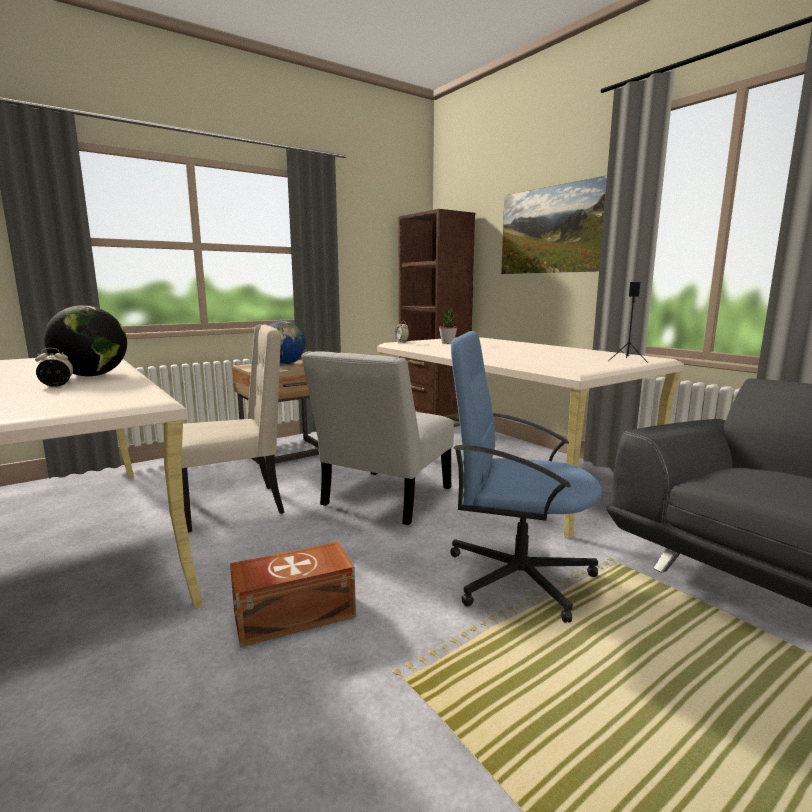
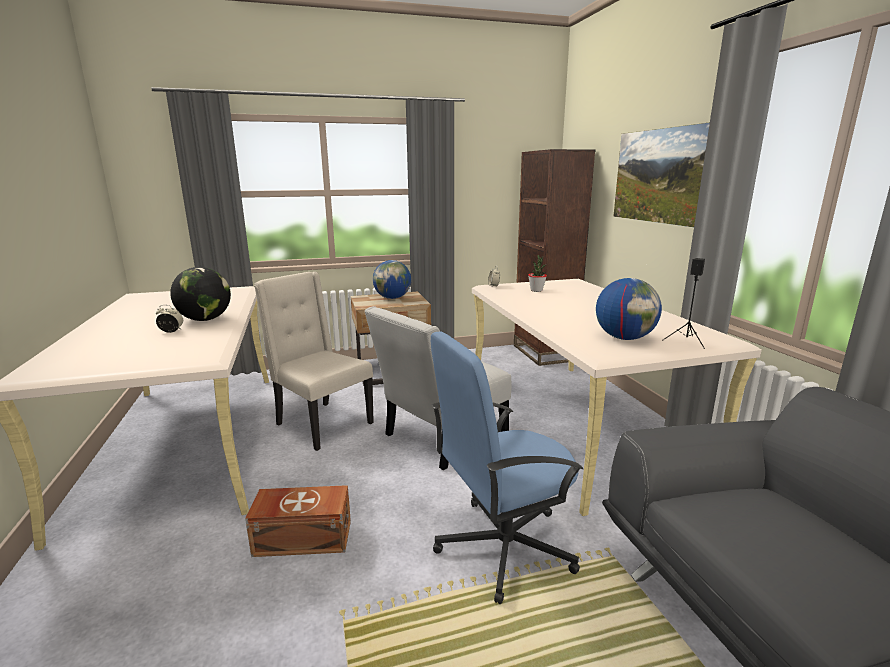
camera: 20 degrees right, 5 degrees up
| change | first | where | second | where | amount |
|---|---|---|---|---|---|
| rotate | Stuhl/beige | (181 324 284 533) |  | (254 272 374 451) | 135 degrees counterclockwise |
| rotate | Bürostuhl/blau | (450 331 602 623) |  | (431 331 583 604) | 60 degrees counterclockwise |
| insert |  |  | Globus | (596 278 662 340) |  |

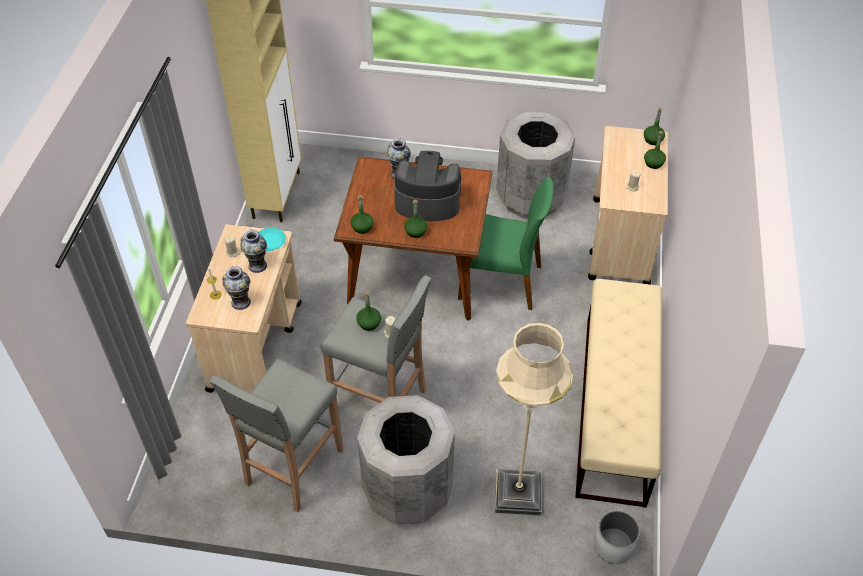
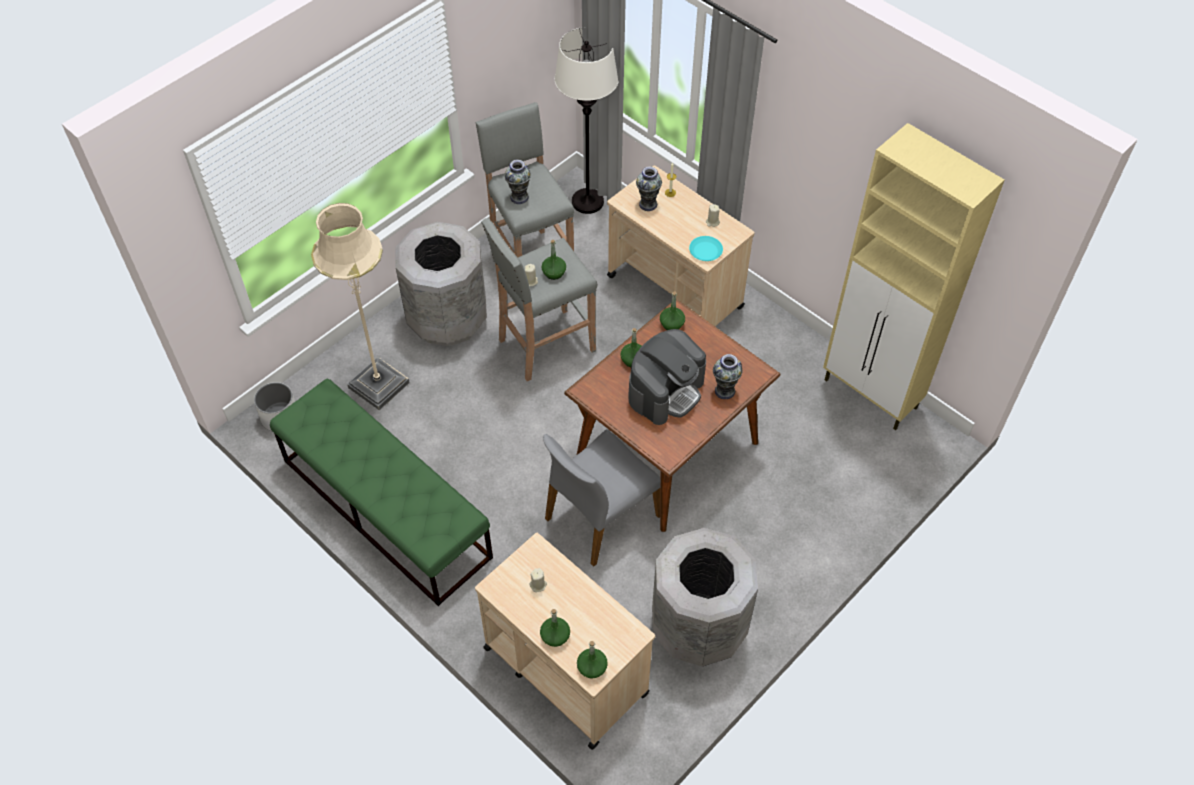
camera: 125 degrees right, 5 degrees up
| change | first | where | second | where | amount |
|---|---|---|---|---|---|
| recolor | Bank/beige | (575 279 662 508) | Bank/grün | (270 379 493 606) |  |
| move | Vase | (240 230 267 273) |  | (505 160 531 204) |  |
| recolor | Stuhl/grün | (458 177 554 310) | Stuhl/grau | (543 429 661 567) |  |
| insert |  |  | Stehlampe/weiß | (555 27 619 214) |  |

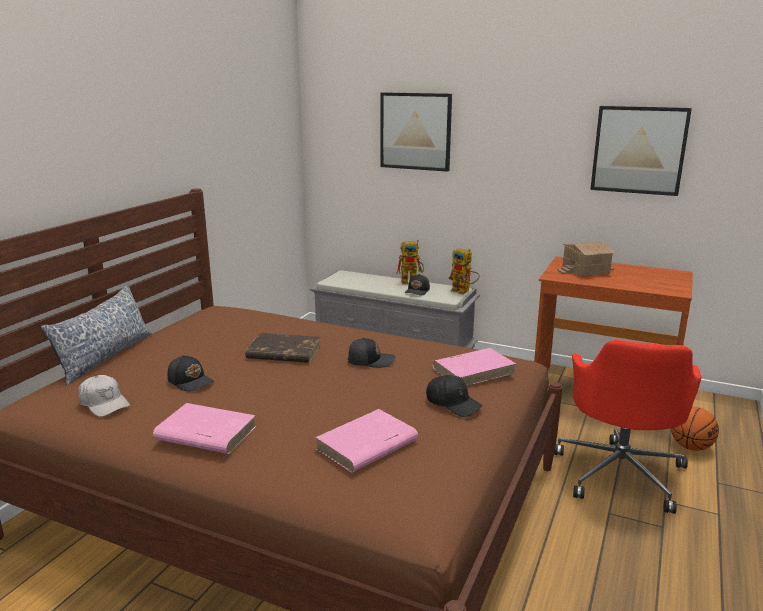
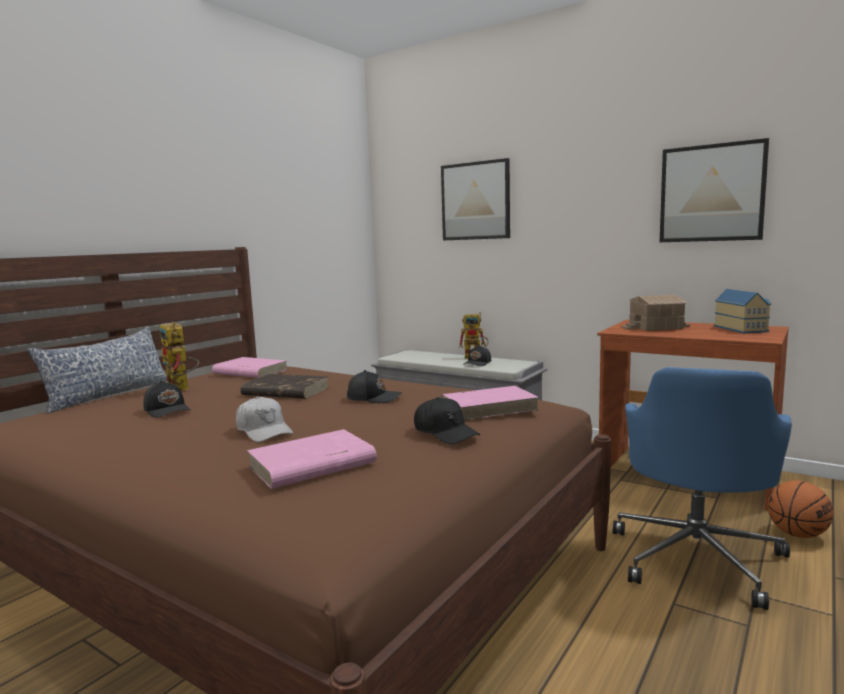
camera: 10 degrees right, 10 degrees down
| change | first | where | second | where | amount |
|---|---|---|---|---|---|
| move | Spielzeugroboter | (448 248 480 294) |  | (160 322 199 391) |  |
| move | Buch/rosa | (153 403 257 454) |  | (212 357 287 378) |  |
| move | Kappe/weiß | (78 375 130 417) |  | (236 396 293 442) |  |
| recolor | Bürostuhl/rot | (554 340 701 514) | Bürostuhl/blau | (613 367 792 610) |  |
| insert |  |  | Spielzeughaus | (714 289 771 333) |  |

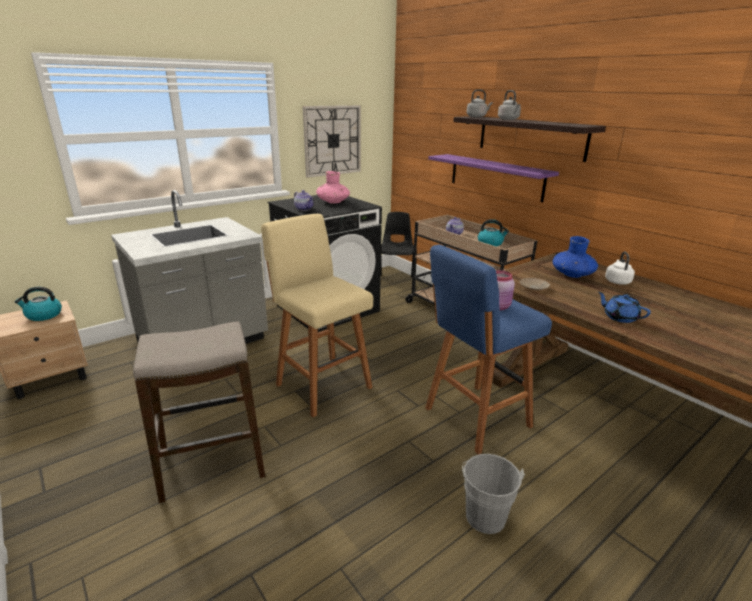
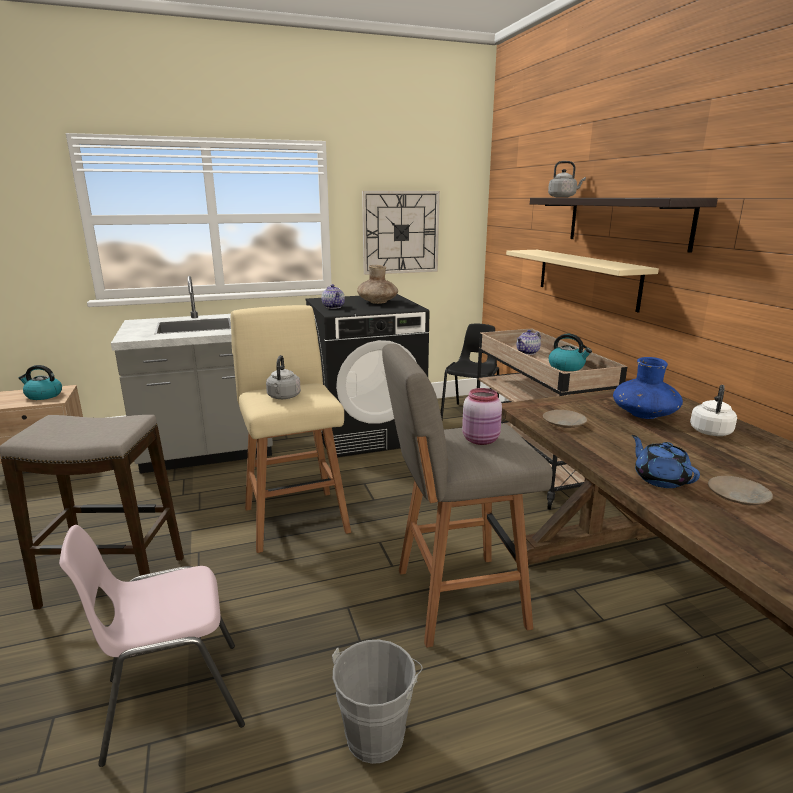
camera: 20 degrees right, 5 degrees down
| change | first | where | second | where | amount |
|---|---|---|---|---|---|
| insert |  |  | Stuhl/rosa | (59 525 245 767) |  |
| move | Wasserkessel/grau | (498 90 521 120) |  | (266 355 301 399) |  |
| recolor | Vase/rosa | (316 171 350 203) | Vase/braun | (357 265 398 304) |  |
| recolor | Hocker/blau | (425 245 552 455) | Hocker/grau | (382 344 553 648) |  |
| recolor | Wandregal/lila | (428 154 559 202) | Wandregal/beige | (506 250 659 313) |  |
| insert |  |  | Teller/beige | (708 476 773 505) |  |

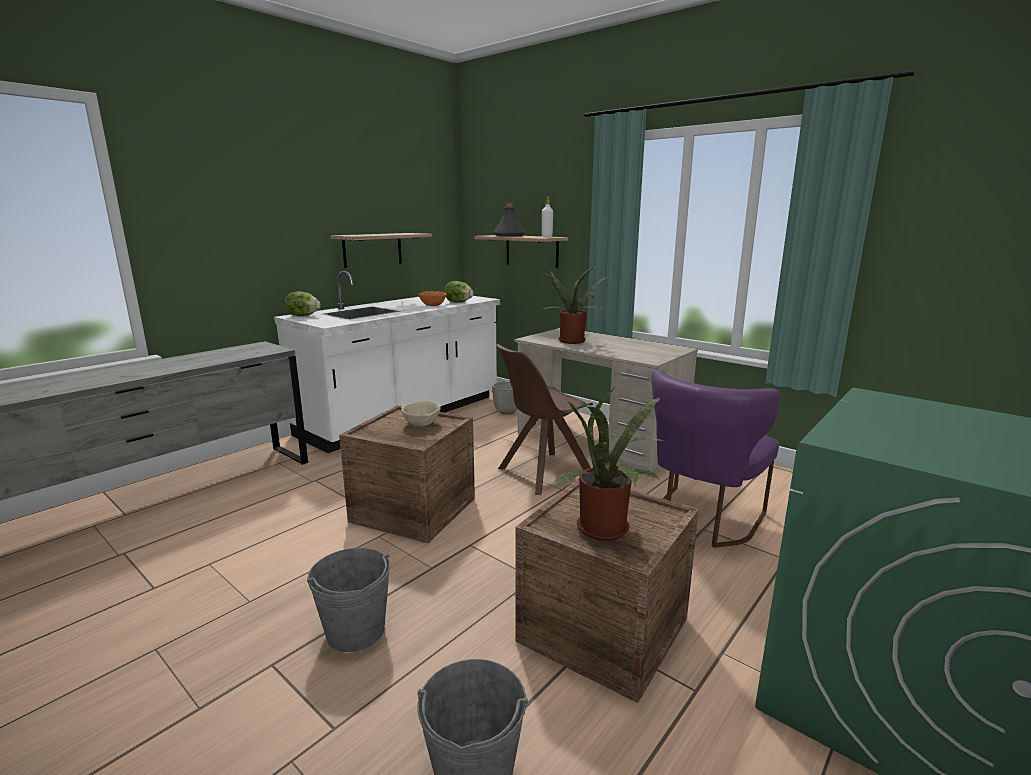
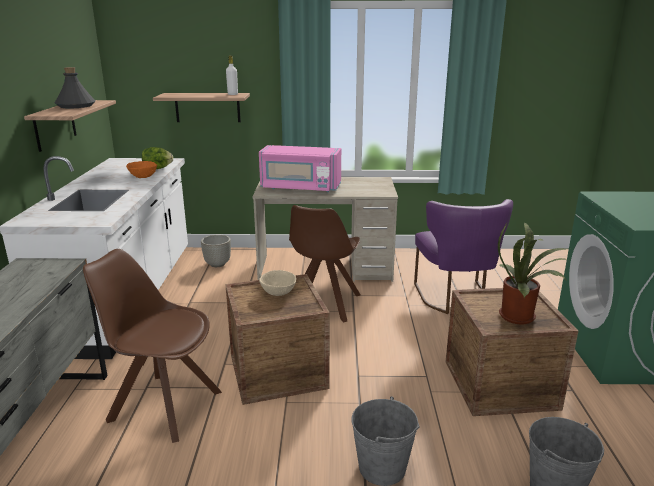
camera: 40 degrees left, 5 degrees up
| change | first | where | second | where | amount |
|---|---|---|---|---|---|
| move | Flasche/grau | (493 203 525 237) |  | (55 67 95 108) |  |
| insert |  |  | Stuhl/braun | (83 249 222 443) |  |
| replace | Topfpflanze | (542 266 607 344) | Mikrowelle/rosa | (259 145 341 192) |  |
| delete | Salatkopf | (285 291 321 316) |  |  |  |

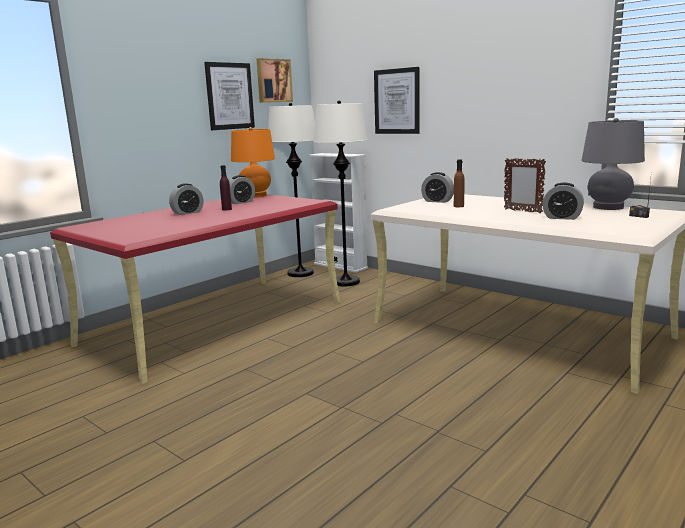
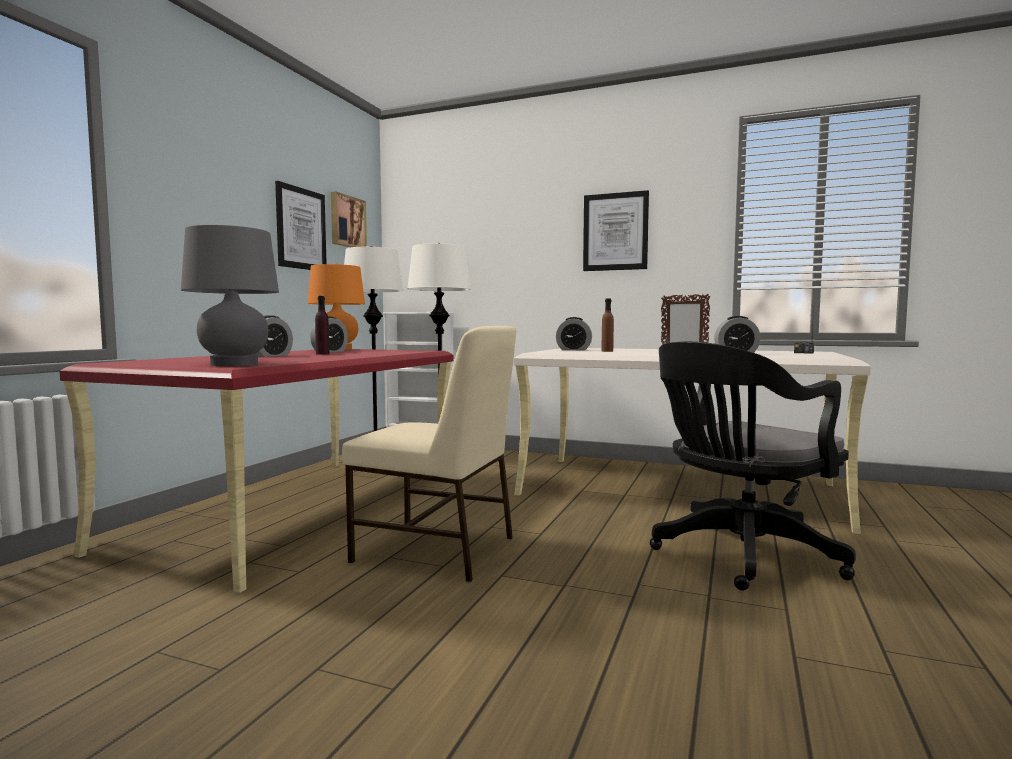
camera: 20 degrees left, 10 degrees down
| change | first | where | second | where | amount |
|---|---|---|---|---|---|
| move | Tischlampe/grau | (581 118 645 210) |  | (181 225 279 366) |  |
| insert |  |  | Stuhl/beige | (342 326 516 582) |  |
| move | Bild | (374 67 419 134) |  | (583 190 649 271) |  |
| insert |  |  | Bürostuhl/schwarz | (650 341 856 591) |  |

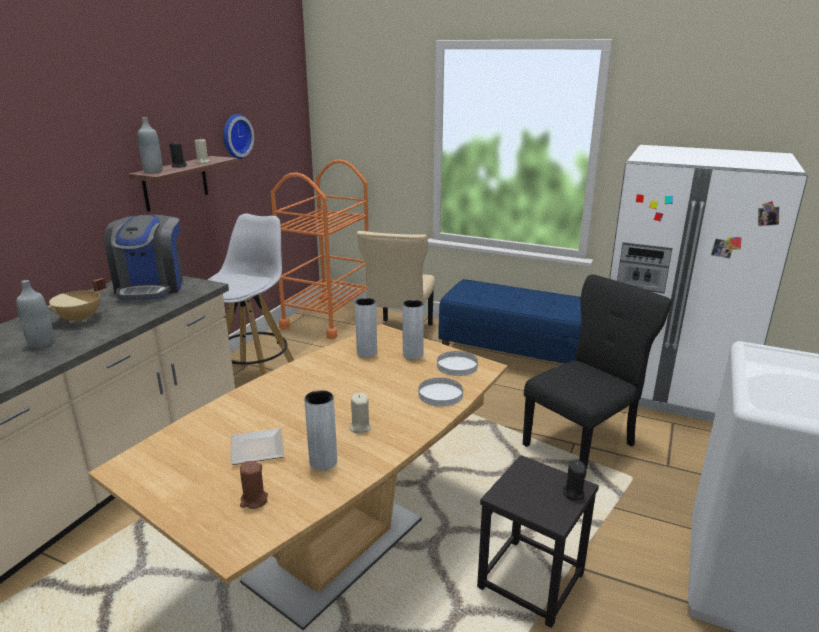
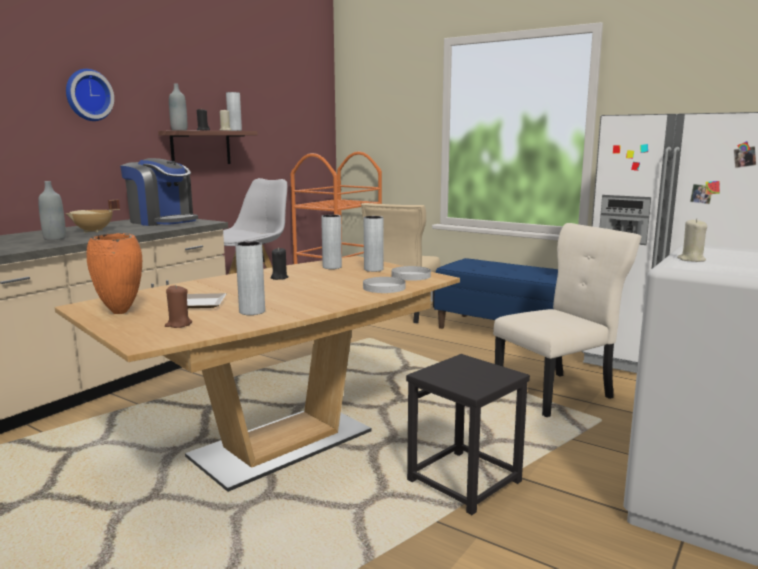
camera: 10 degrees right, 10 degrees down
| change | first | where | second | where | amount |
|---|---|---|---|---|---|
| move | Wanduhr | (223 114 254 159) |  | (66 69 114 121) |  |
| insert |  |  | Vase/orange | (86 233 142 314) |  |
| rotate | Kaffeemaschine | (104 215 183 300) |  | (120 158 198 226) | 60 degrees counterclockwise |
| insert |  |  | Vase/grau | (226 92 242 131) |  |
| move | Kerze/schwarz | (563 460 586 501) |  | (271 247 289 280) |  |
| recolor | Stuhl/schwarz | (523 274 672 478) | Stuhl/beige | (493 223 641 417) |  |
| move | Kerze/beige | (350 393 371 433) |  | (677 218 707 262) |  |

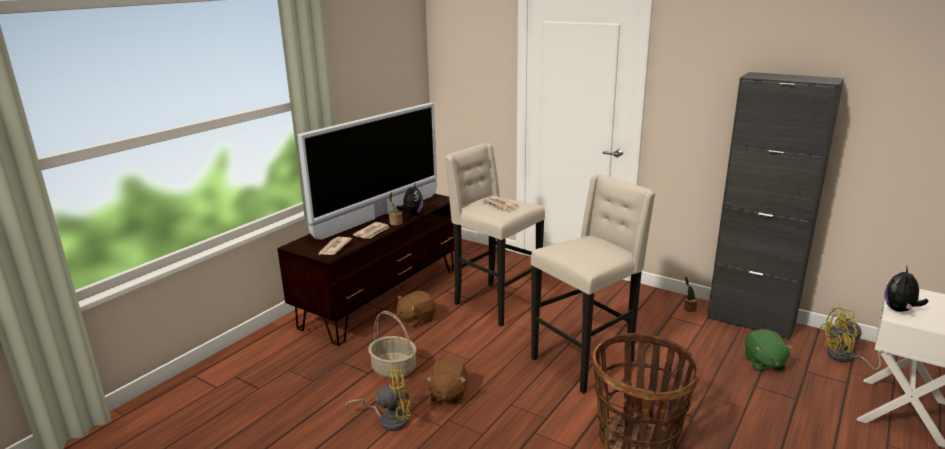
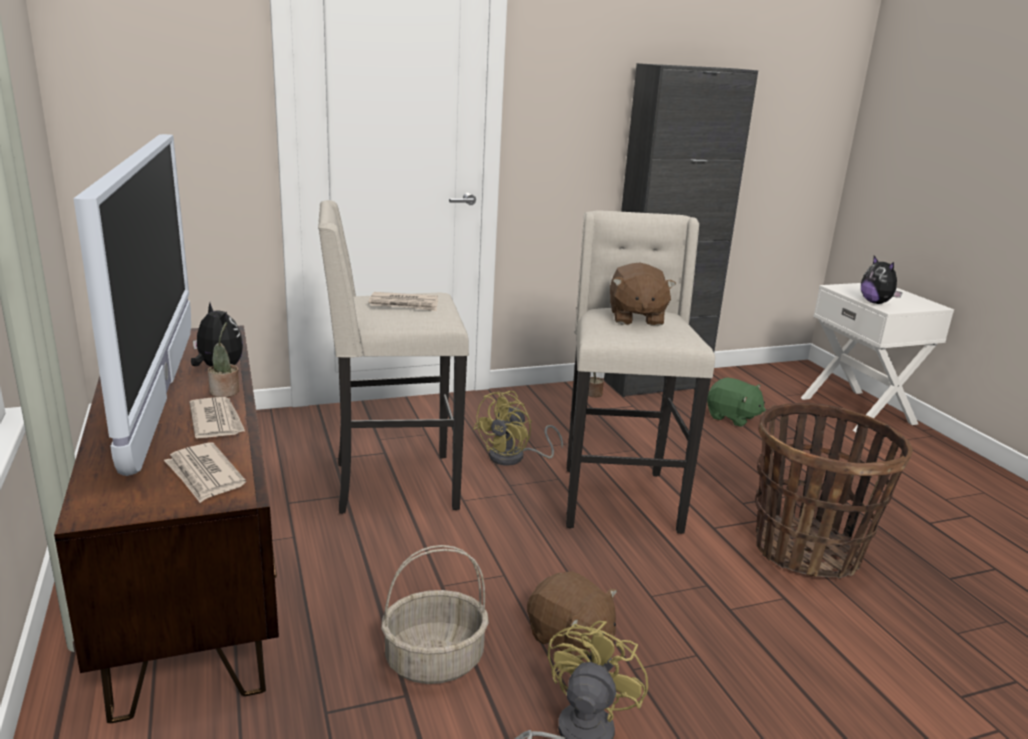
camera: 55 degrees left, 0 degrees up
| change | first | where | second | where | amount |
|---|---|---|---|---|---|
| move | Ventilator/gelb | (820 308 896 370) |  | (473 391 563 466) |  |
| move | Plüschtier/braun | (396 291 436 328) |  | (610 262 676 326) |  |

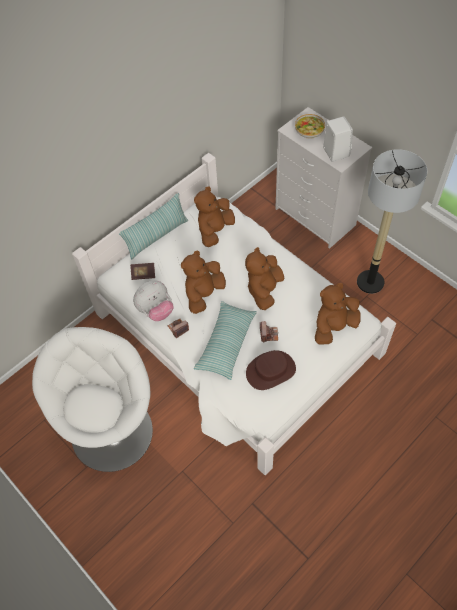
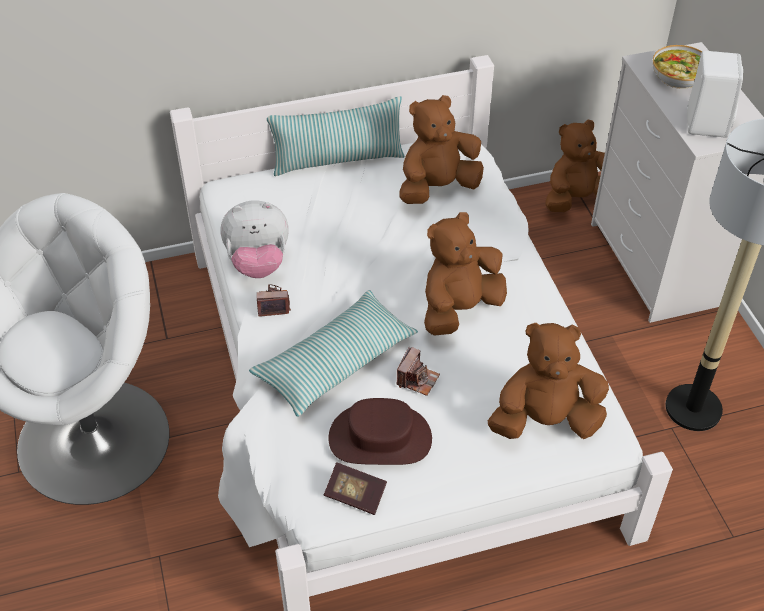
camera: 25 degrees right, 10 degrees down
| change | first | where | second | where | amount |
|---|---|---|---|---|---|
| move | Buch | (130 263 155 280) |  | (324 462 387 515) |  |
| move | Plüschtier/braun | (181 250 226 314) |  | (546 120 605 212) |  |

